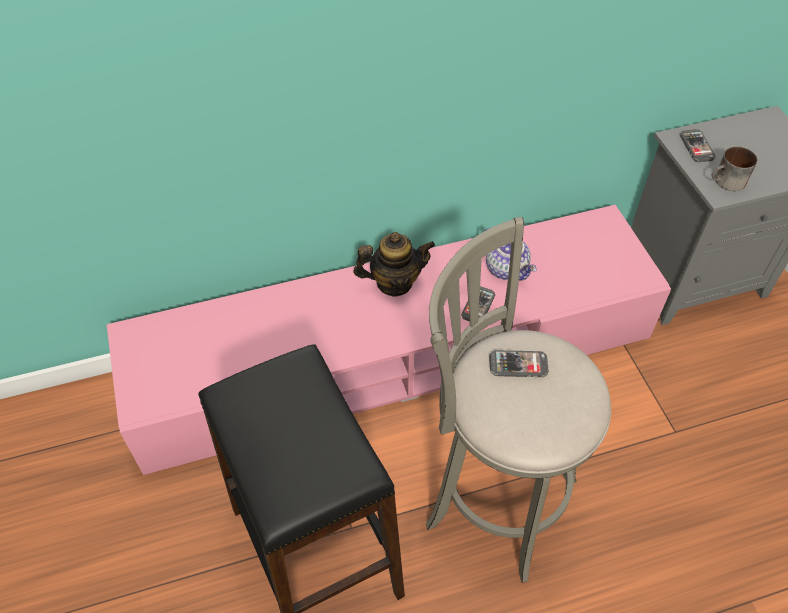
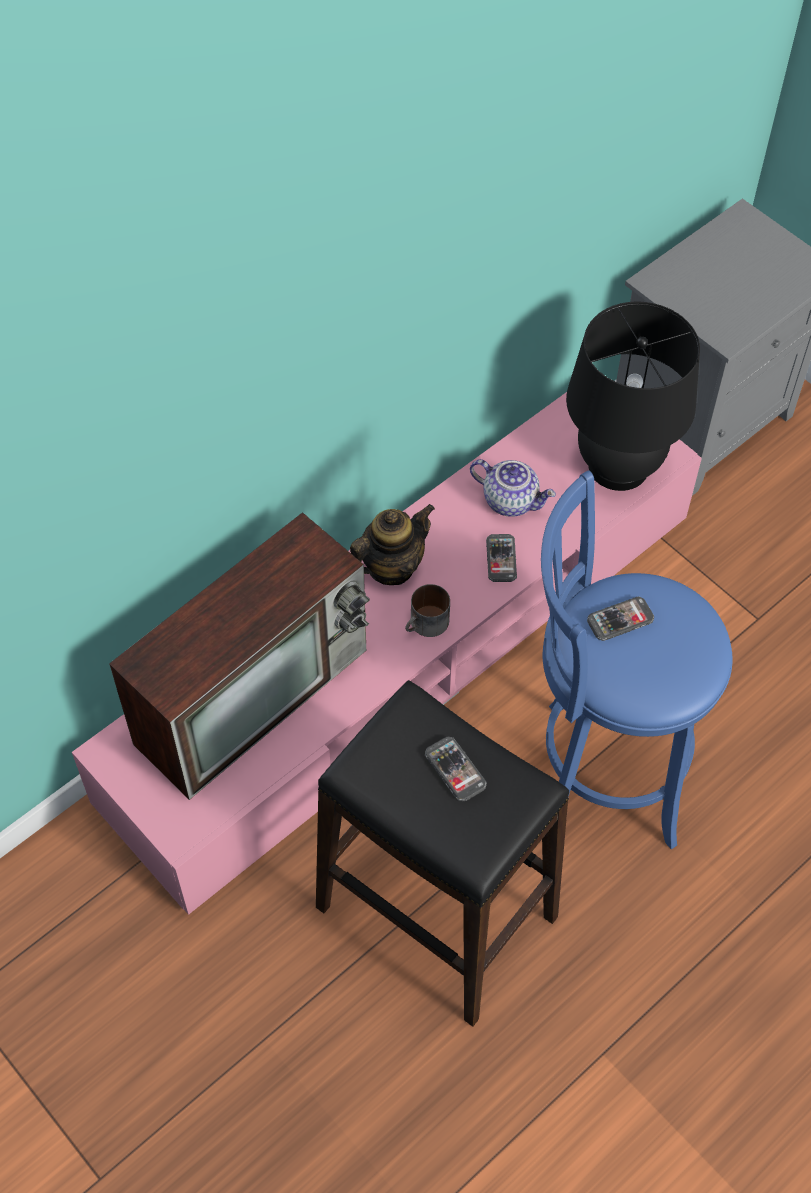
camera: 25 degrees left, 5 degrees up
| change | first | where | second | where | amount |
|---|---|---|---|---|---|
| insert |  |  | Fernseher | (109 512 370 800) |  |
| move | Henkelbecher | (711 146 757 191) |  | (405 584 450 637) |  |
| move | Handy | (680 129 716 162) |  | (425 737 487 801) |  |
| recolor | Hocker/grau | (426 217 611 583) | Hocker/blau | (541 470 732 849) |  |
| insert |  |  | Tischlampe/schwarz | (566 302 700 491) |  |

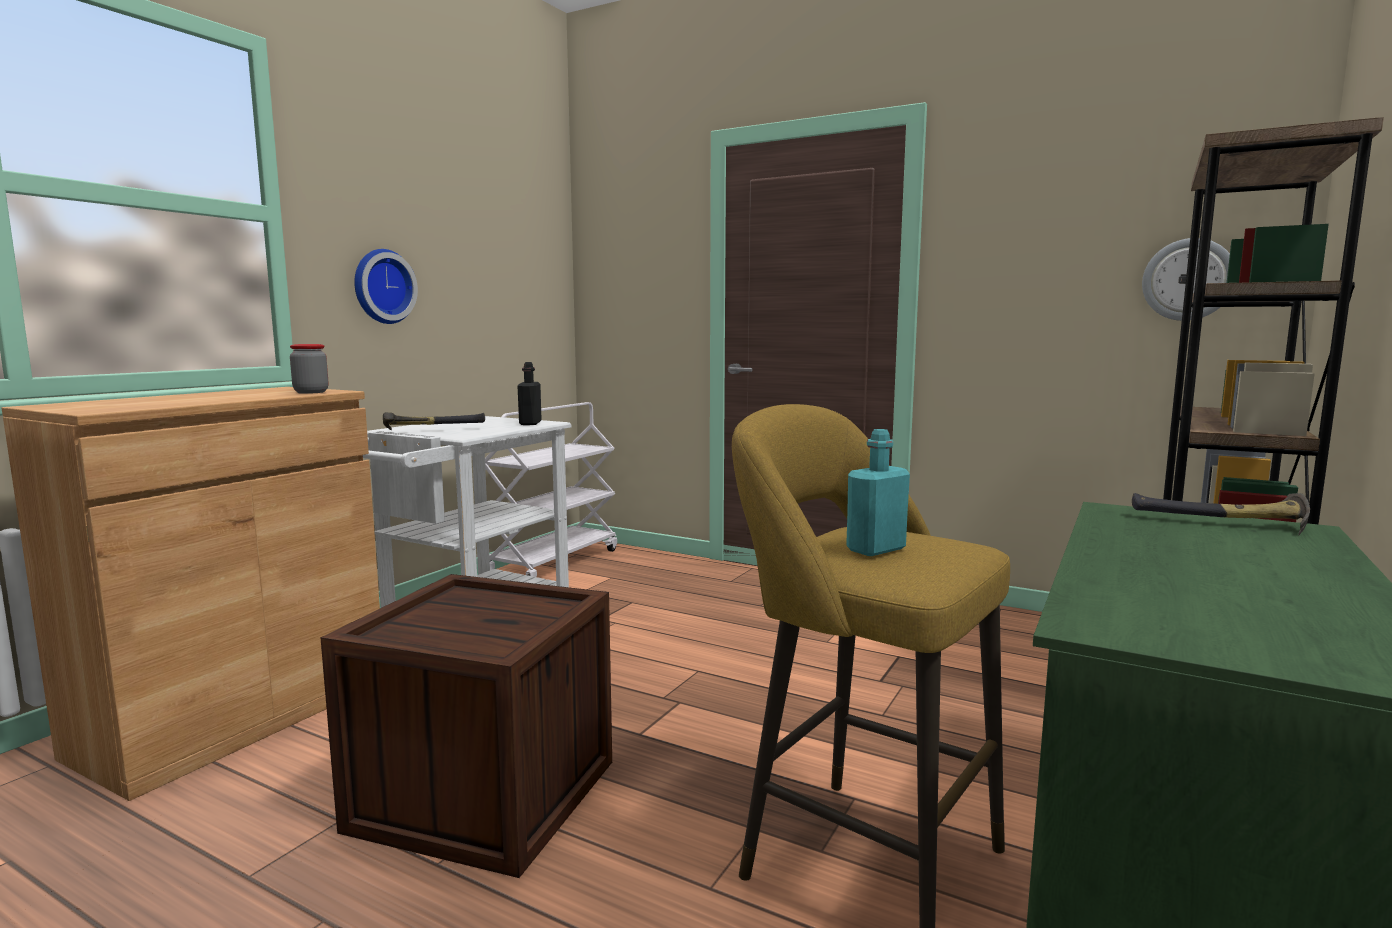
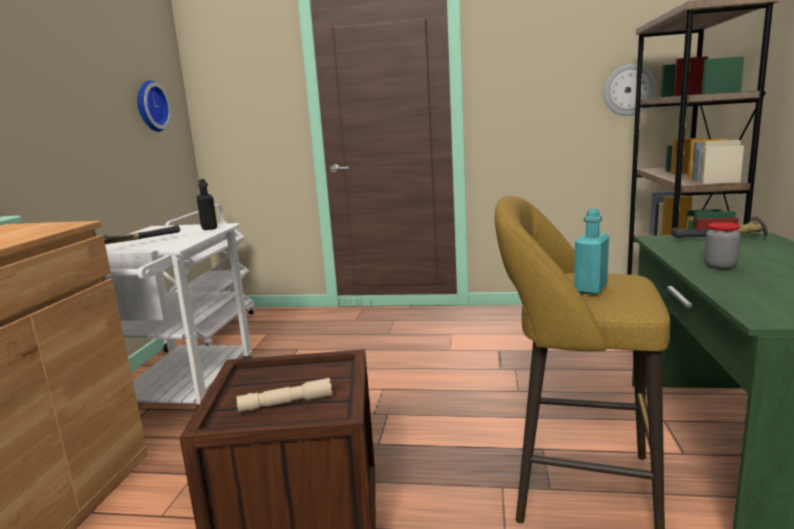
camera: 20 degrees left, 5 degrees up
| change | first | where | second | where | amount |
|---|---|---|---|---|---|
| move | Wanduhr | (354 249 418 324) |  | (137 80 171 132) |  |
| insert |  |  | Taschenlampe/beige | (236 378 332 412) |  |
| move | Vorratsglas | (290 344 329 394) |  | (704 222 741 269) |  |

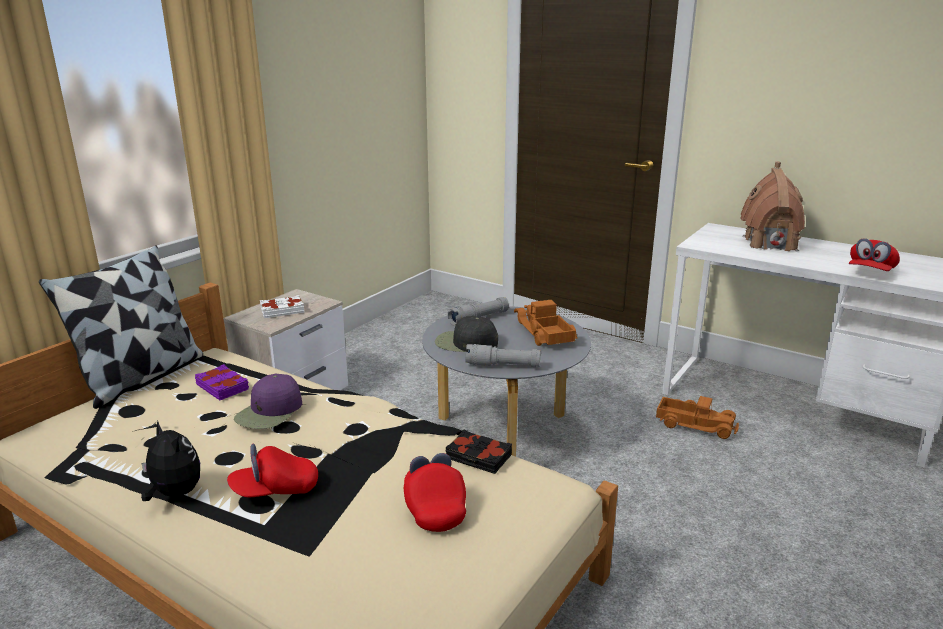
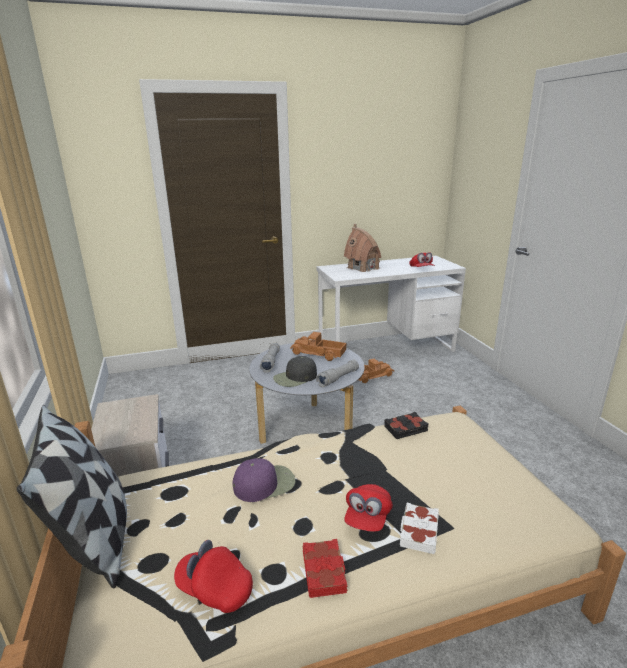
camera: 50 degrees left, 0 degrees up
| change | first | where | second | where | amount |
|---|---|---|---|---|---|
| move | Kappe/rot | (404 453 466 532) |  | (174 540 253 613) |  |
| rotate | Kappe/lila | (234 374 302 429) |  | (233 458 295 502) | 90 degrees counterclockwise |
| replace | Plüschtier | (141 421 200 501) | Buch/rot | (303 539 347 598) |  |
| move | Buch/weiß | (260 295 304 318) |  | (400 503 439 554) |  |
| delete | Buch/lila | (195 364 249 400) |  |  |  |

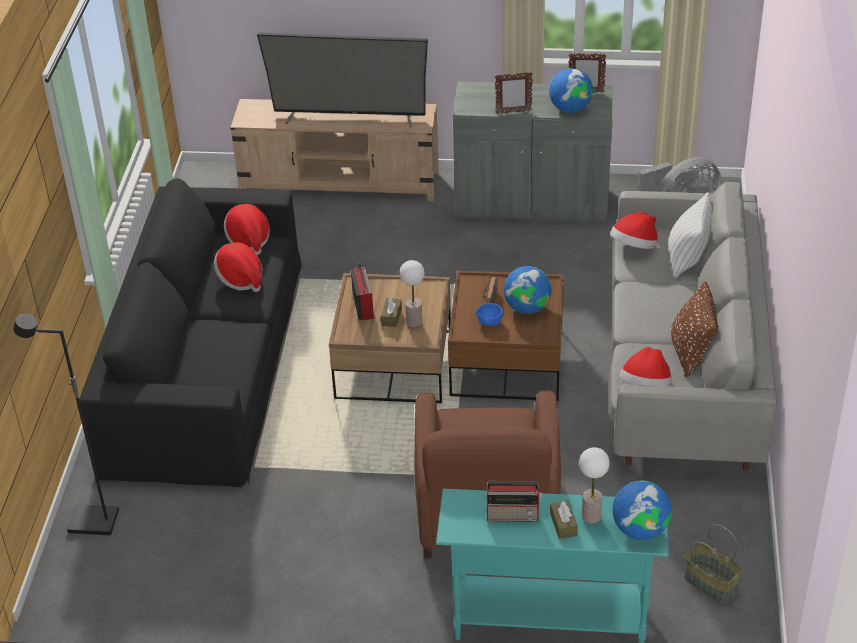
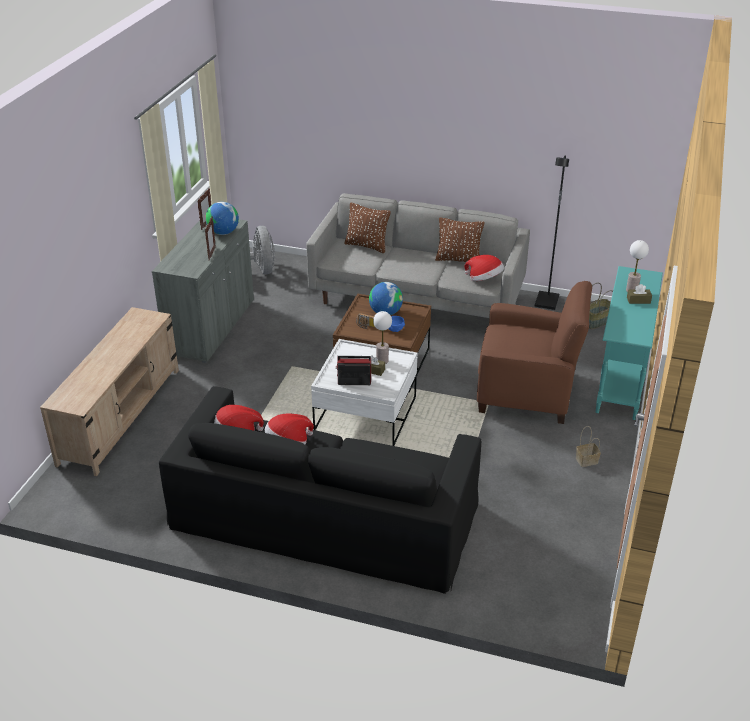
camera: 80 degrees left, 5 degrees down
| change | first | where | second | where | amount |
|---|---|---|---|---|---|
| recolor | Couchtisch/braun | (329 273 451 403) | Couchtisch/weiß | (311 339 417 446) |  |
| recolor | Kissen/weiß | (669 192 712 278) | Kissen/braun | (344 202 391 253) |  |
| move | Stehlampe/schwarz | (13 314 119 536) |  | (535 156 569 310) |  |
| insert |  |  | Korb | (576 426 601 467) |  |
| delete | Fernseher | (257 32 428 128) |  |  |  |
| delete | Radio | (487 481 542 522) |  |  |  |
| delete | Hut | (610 212 658 249) |  |  |  |
| delete | Globus | (612 481 672 540) |  |  |  |

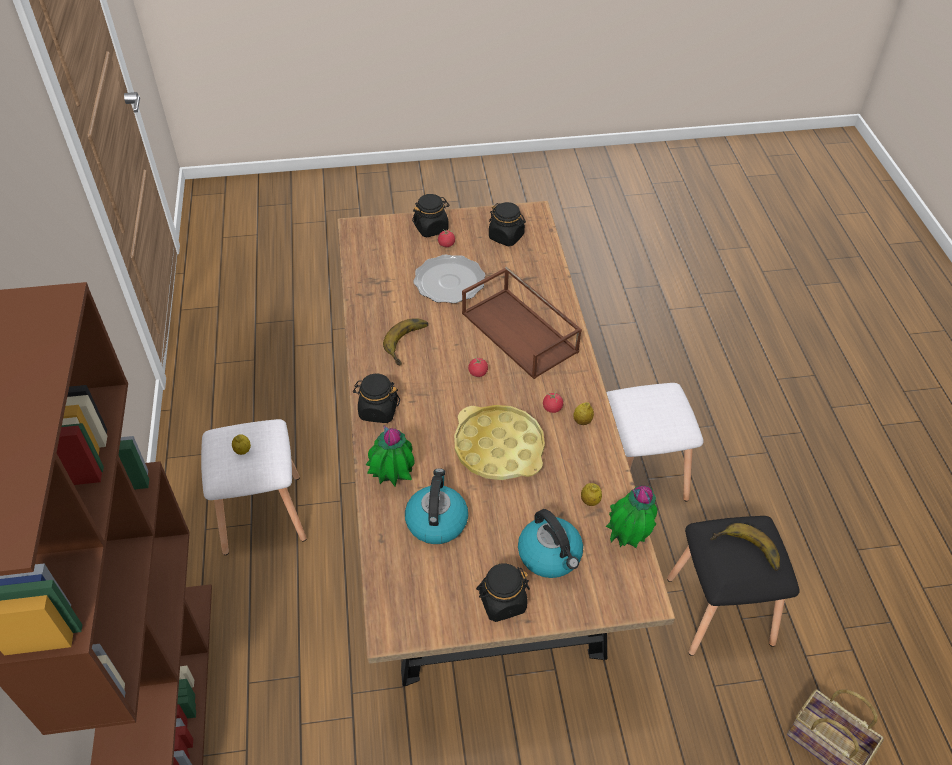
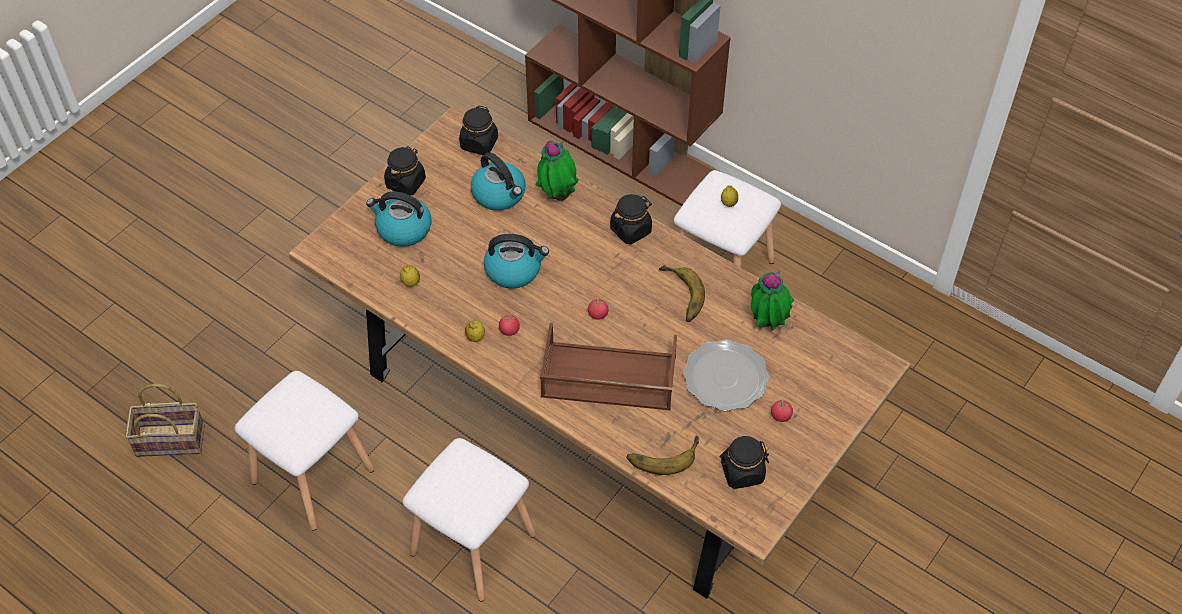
camera: 135 degrees right, 5 degrees up
| change | first | where | second | where | amount |
|---|---|---|---|---|---|
| recolor | Hocker/schwarz | (667 516 800 656) | Hocker/weiß | (234 371 374 531) |  |
| move | Vorratsglas/schwarz | (412 194 450 237) |  | (459 105 498 155) |  |
| replace | Tablett/gelb | (454 405 545 480) | Wasserkessel | (484 234 549 289) |  |
| move | Banane | (710 523 780 571) |  | (626 435 699 475) |  |
| move | Topfpflanze | (606 486 657 548) |  | (751 271 794 331) |  |

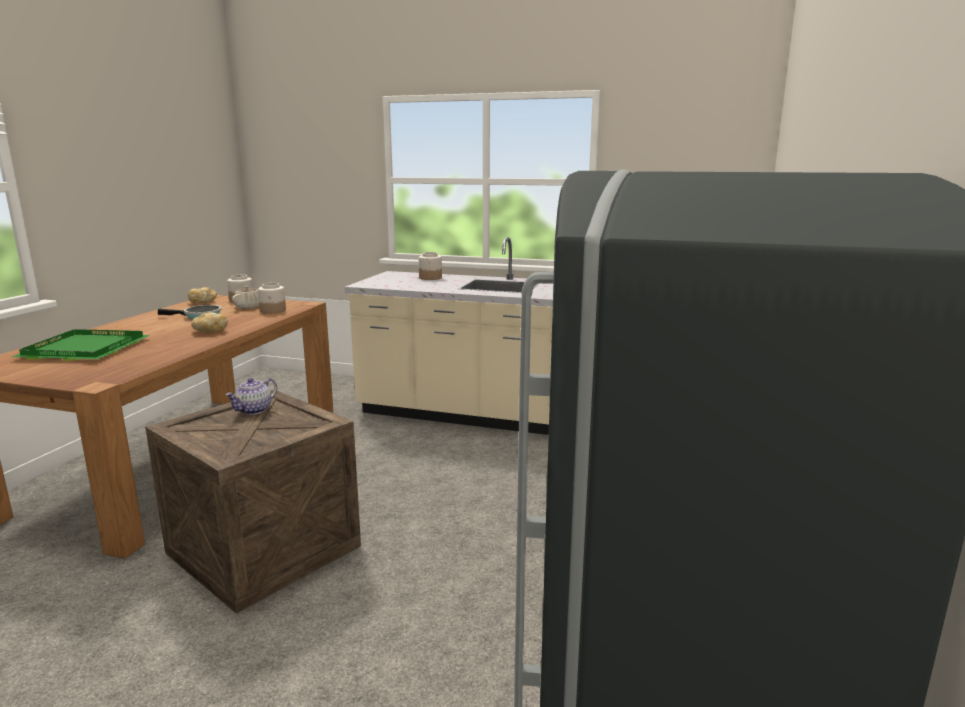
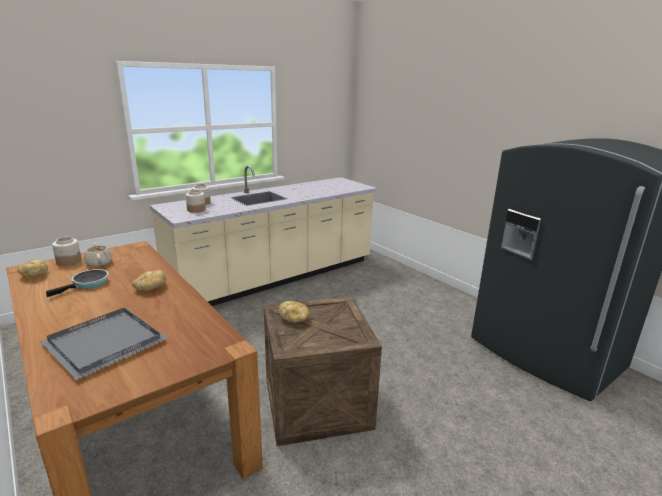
camera: 55 degrees left, 5 degrees up
| change | first | where | second | where | amount |
|---|---|---|---|---|---|
| recolor | Tablett/grün | (12 329 150 361) | Tablett/grau | (40 308 168 380) |  |
| move | Vorratsglas | (258 283 286 314) |  | (186 190 206 213) |  |
| replace | Teekanne | (226 378 277 415) | Brot | (279 301 309 323) |  |

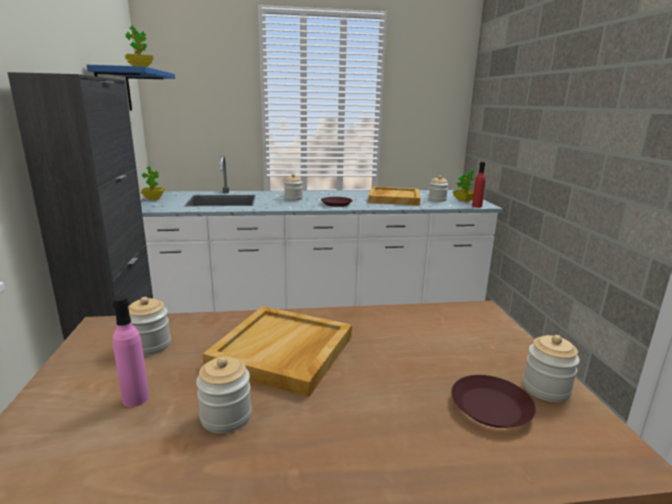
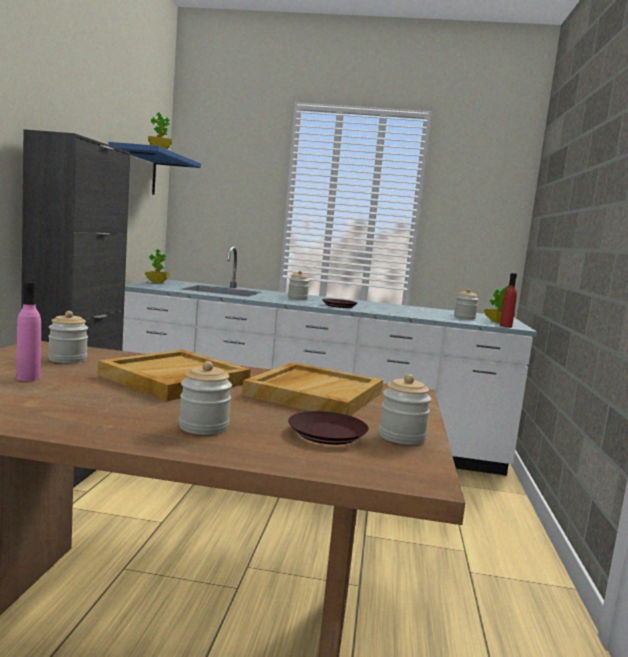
camera: 15 degrees right, 10 degrees down
| change | first | where | second | where | amount |
|---|---|---|---|---|---|
| move | Vorratsglas | (196 357 252 433) |  | (179 361 232 435) |  |
| move | Tablett/beige | (368 186 420 206) |  | (242 362 383 416) |  |

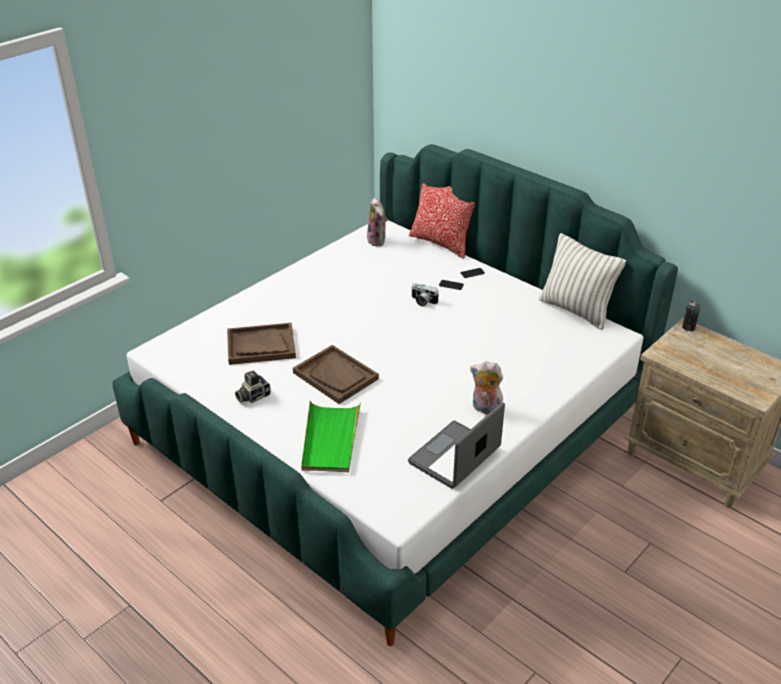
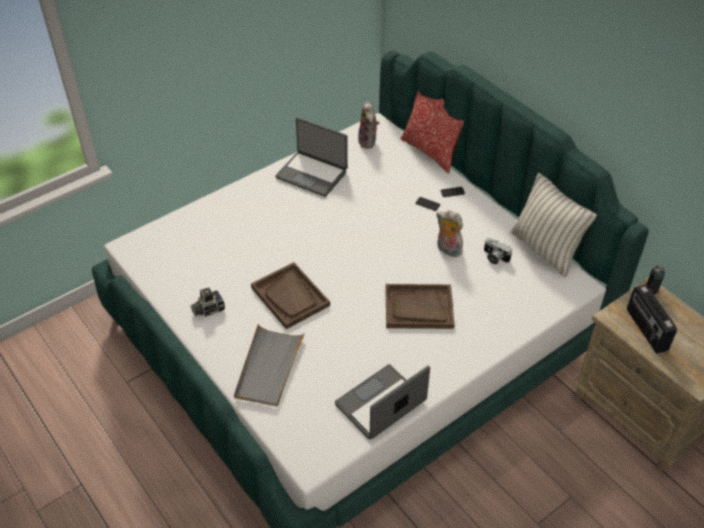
camera: 10 degrees right, 10 degrees up
| change | first | where | second | where | amount |
|---|---|---|---|---|---|
| recolor | Tablett/grün | (301 401 361 472) | Tablett/grau | (234 324 305 407) |  |
| insert |  |  | Laptop | (275 117 348 197) |  |
| move | Tablett/braun | (227 323 296 365) |  | (386 284 454 329) |  |
| move | Plüschtier | (470 361 503 415) |  | (436 210 463 257) |  |
| move | Kamera | (412 283 439 307) |  | (484 238 512 264) |  |
| insert |  |  | Radio | (627 285 677 353) |  |

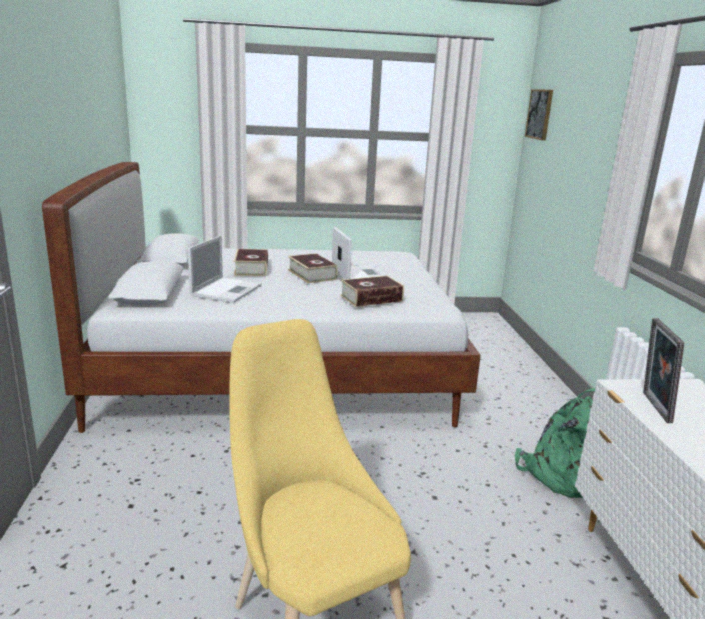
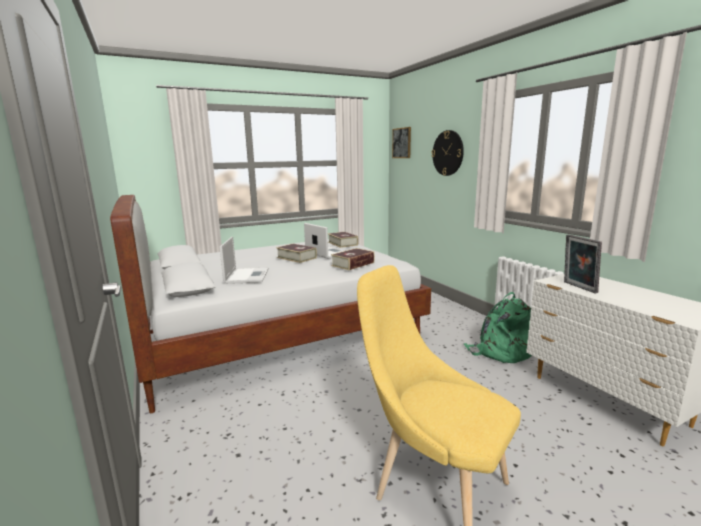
camera: 20 degrees left, 5 degrees down
| change | first | where | second | where | amount |
|---|---|---|---|---|---|
| move | Buch | (234 249 268 276) |  | (328 232 358 248) |  |
| insert |  |  | Wanduhr | (431 130 464 176) |  |

